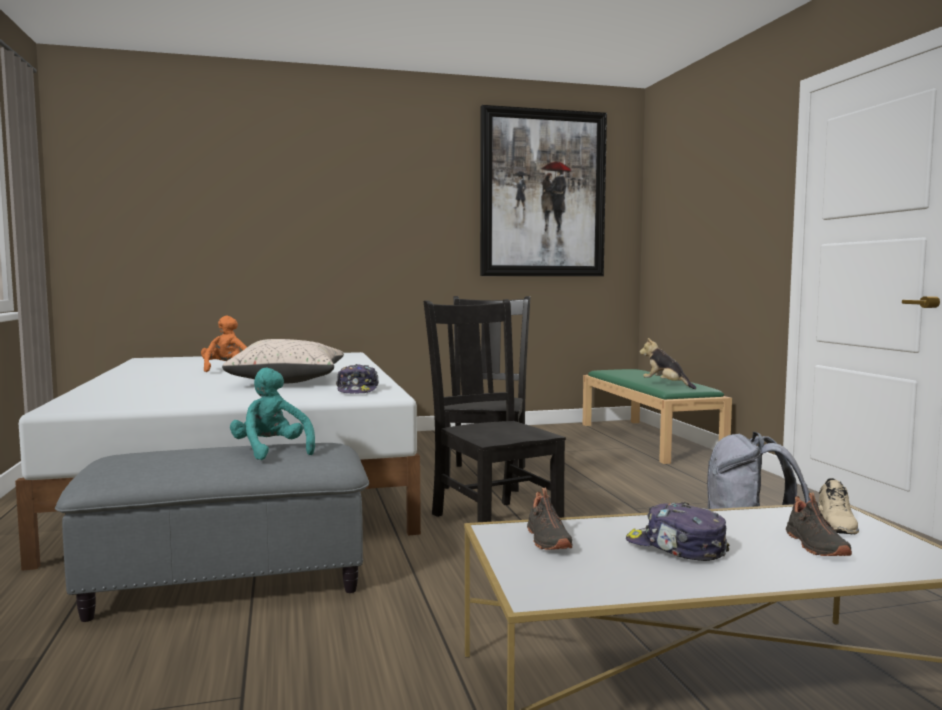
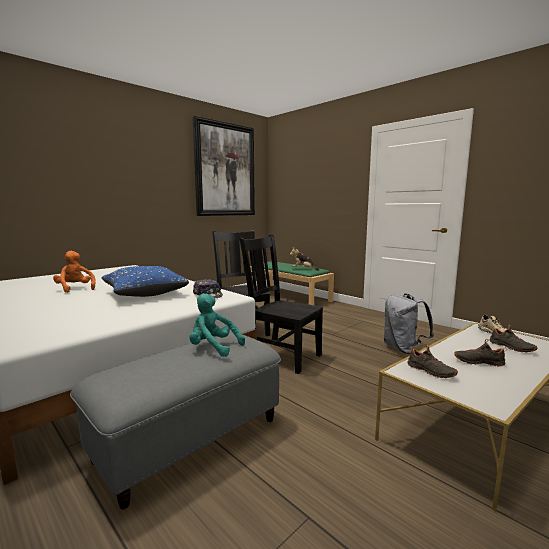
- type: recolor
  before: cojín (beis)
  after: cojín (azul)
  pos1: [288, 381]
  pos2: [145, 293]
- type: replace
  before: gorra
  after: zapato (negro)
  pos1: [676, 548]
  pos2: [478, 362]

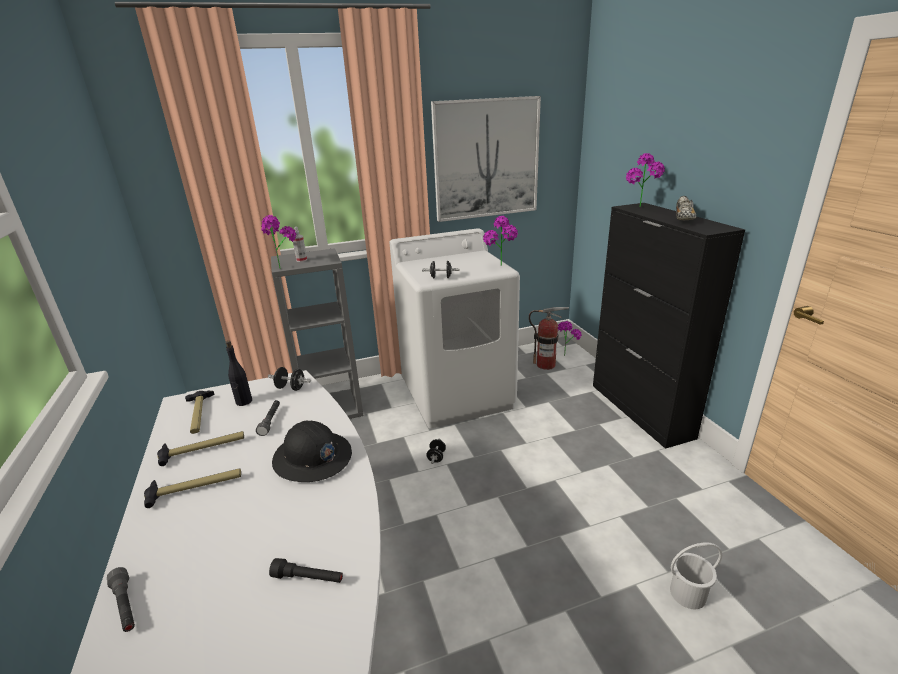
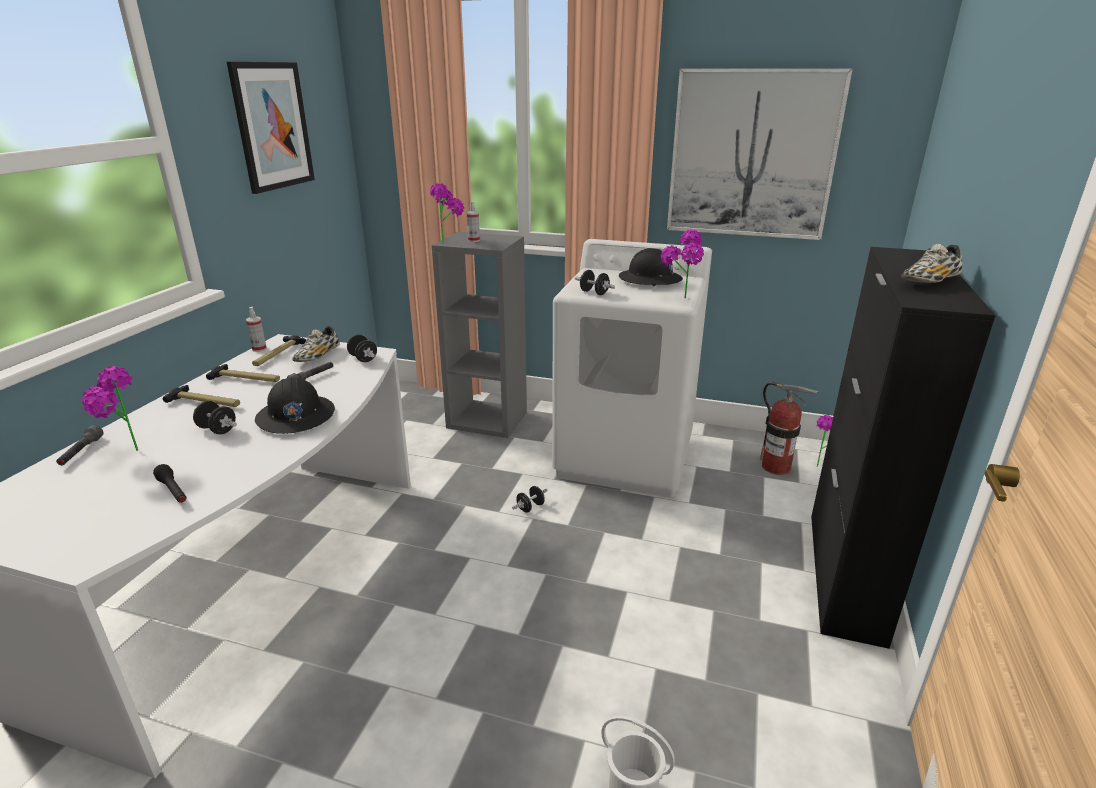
- type: move
  before: planta en maceta
  pos1: [641, 208]
  pos2: [124, 454]
- type: replace
  before: botella (negro)
  after: zapato
  pos1: [244, 402]
  pos2: [318, 356]
- type: insert
  after: cuadro
  pos2: [272, 126]
- type: insert
  after: casco (negro)
  pos2: [650, 279]
- type: insert
  after: pulverizador
  pos2: [259, 349]
- type: insert
  after: mancuerna (negro)
  pos2: [217, 429]

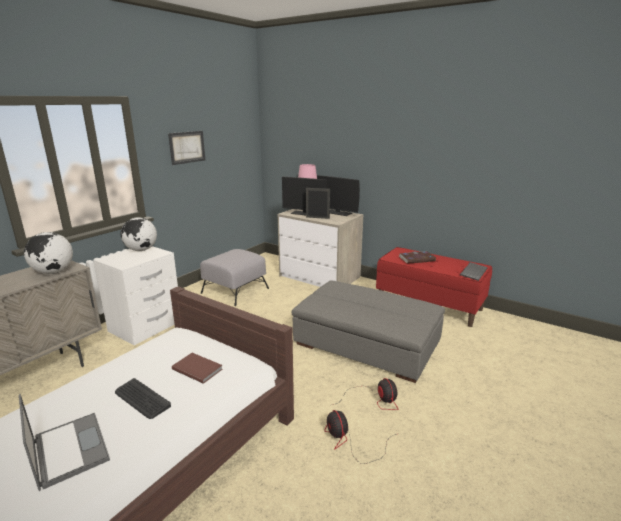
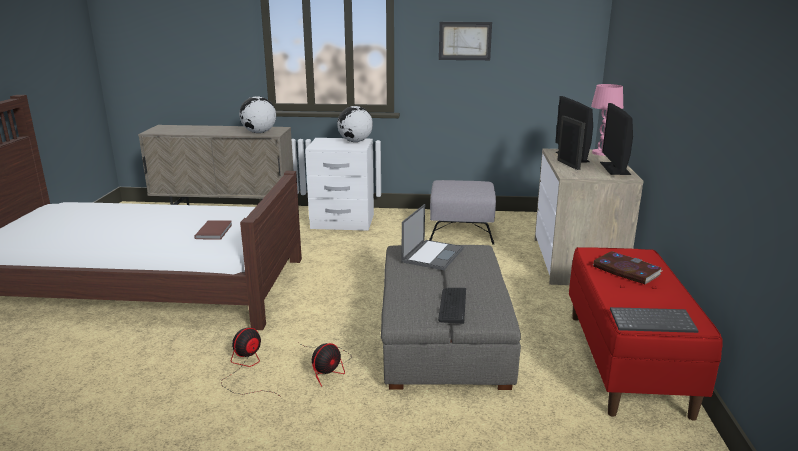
- type: move
  before: teclado
  pos1: [142, 399]
  pos2: [452, 305]
- type: move
  before: portátil
  pos1: [69, 449]
  pos2: [433, 255]

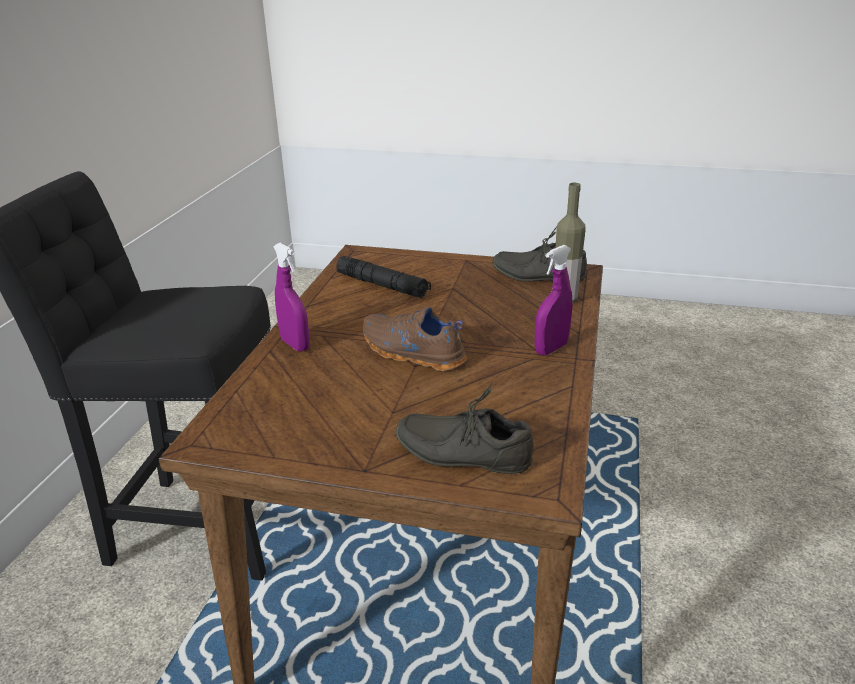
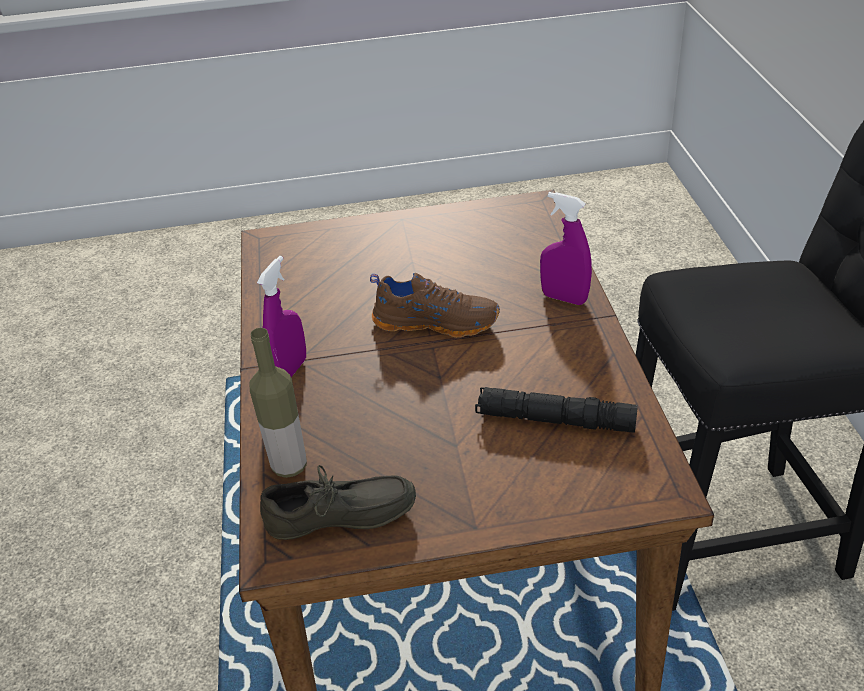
- type: delete
  before: zapato (gris)
  pos1: [464, 451]

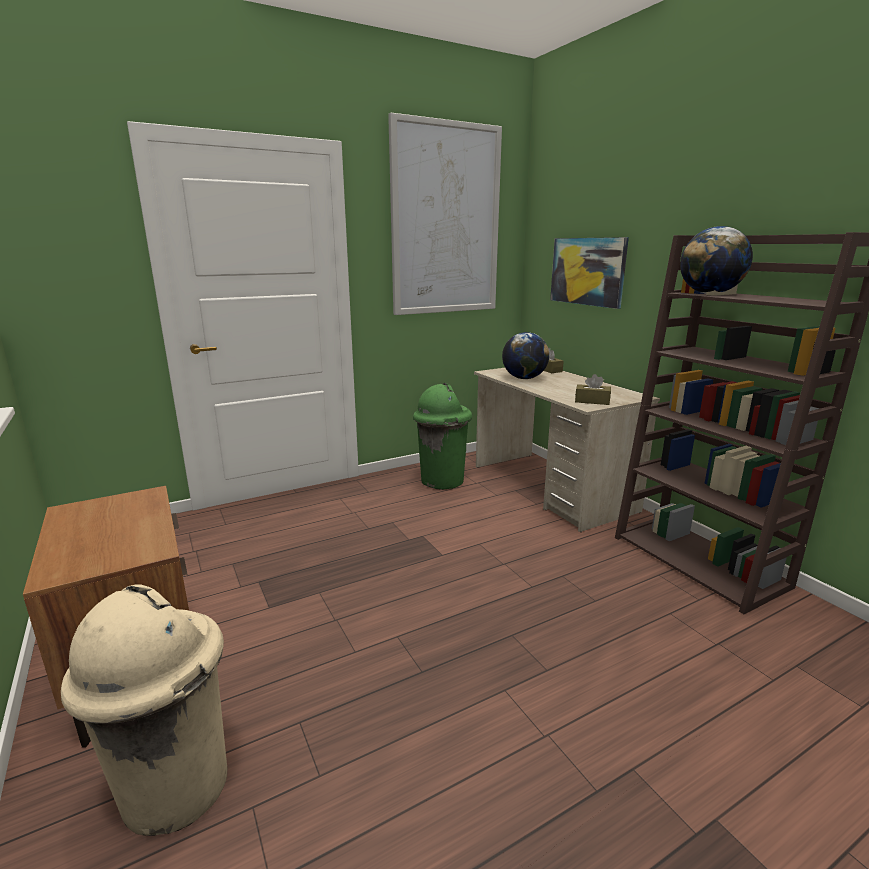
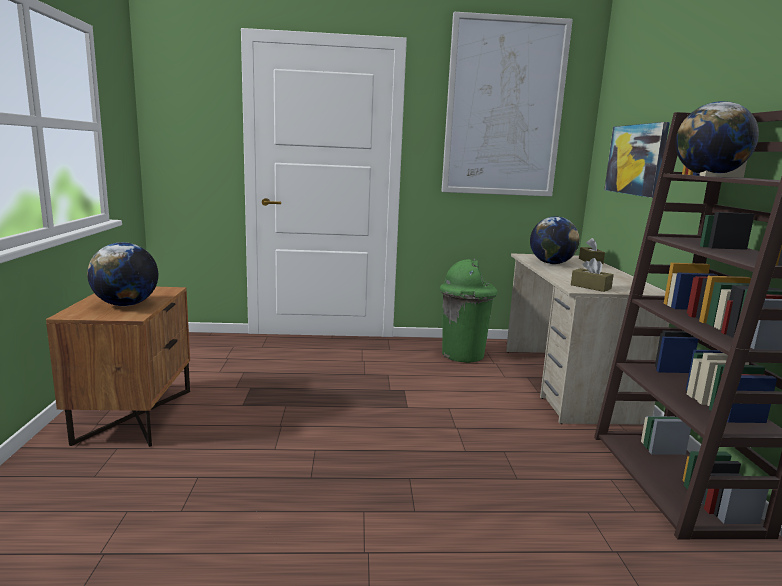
- type: delete
  before: papelera (beis)
  pos1: [174, 786]
- type: insert
  after: globo terráqueo
  pos2: [126, 305]

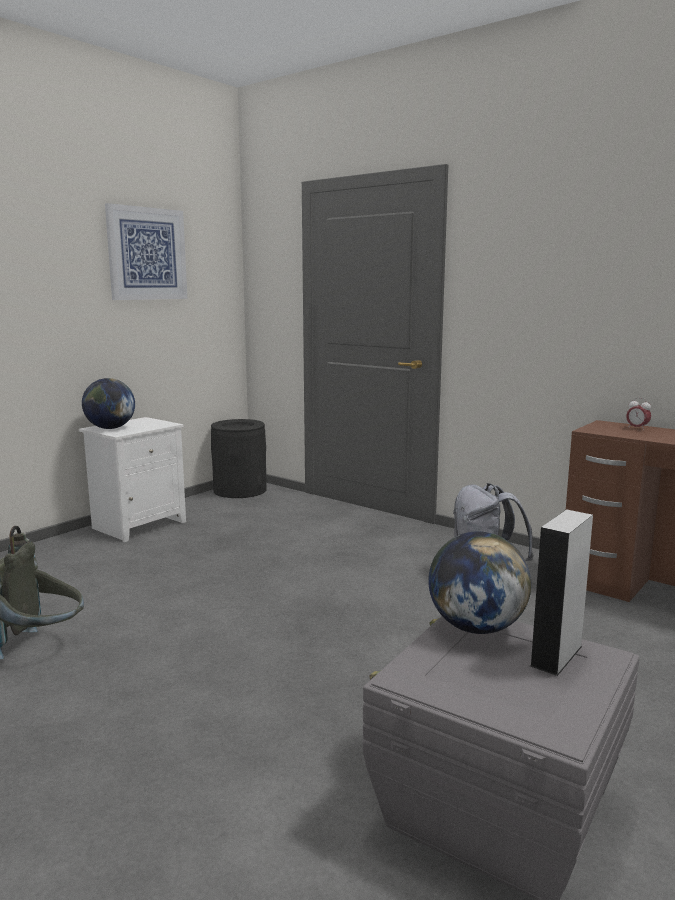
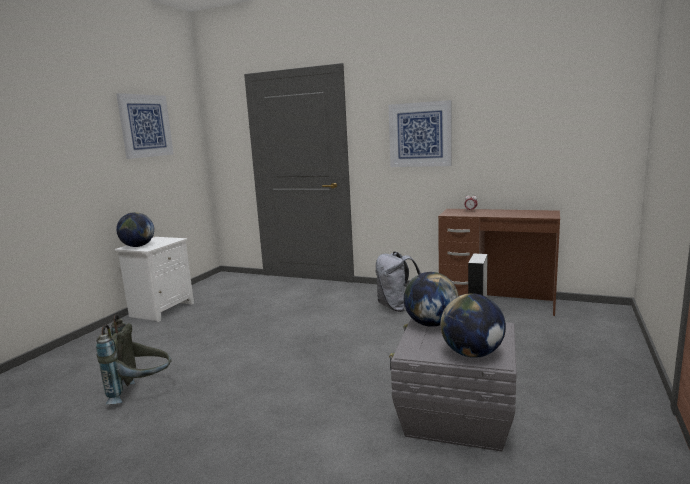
- type: delete
  before: papelera (negro)
  pos1: [240, 490]
- type: insert
  after: cuadro
  pos2: [420, 134]
- type: insert
  after: globo terráqueo
  pos2: [472, 354]

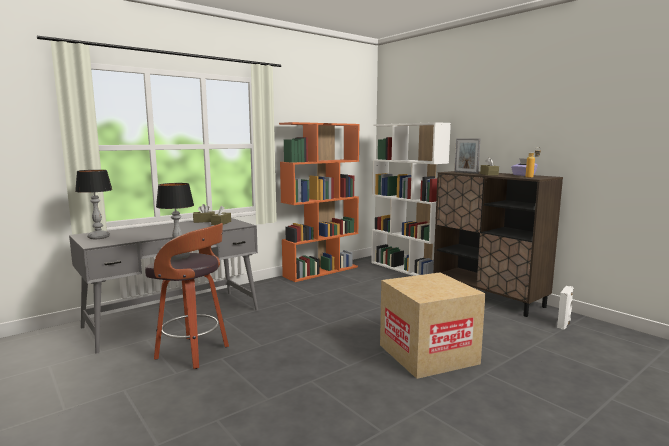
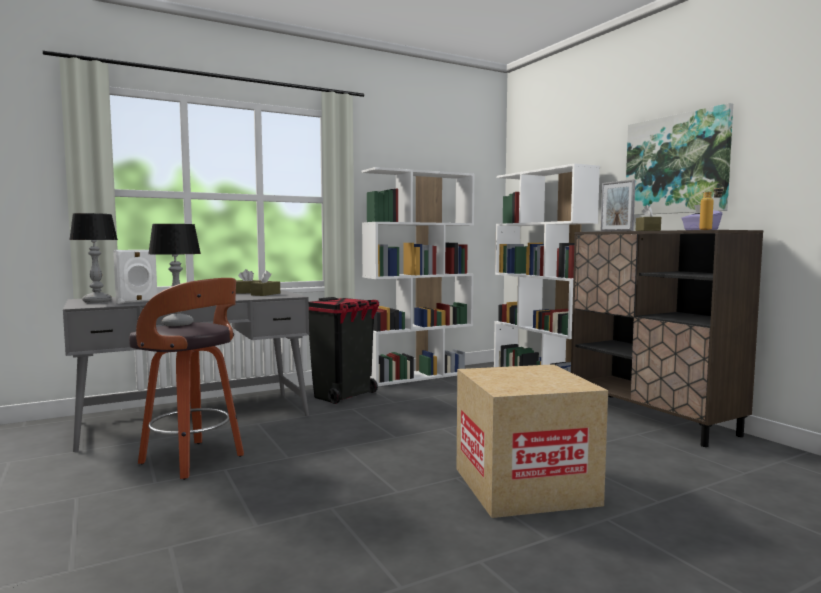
- type: recolor
  before: estantería (naranja)
  after: estantería (blanco)
  pos1: [321, 271]
  pos2: [419, 376]
- type: move
  before: altavoz (blanco)
  pos1: [564, 324]
  pos2: [137, 302]
- type: insert
  after: cuadro
  pos2: [676, 164]
- type: insert
  after: papelera (negro)
  pos2: [343, 396]

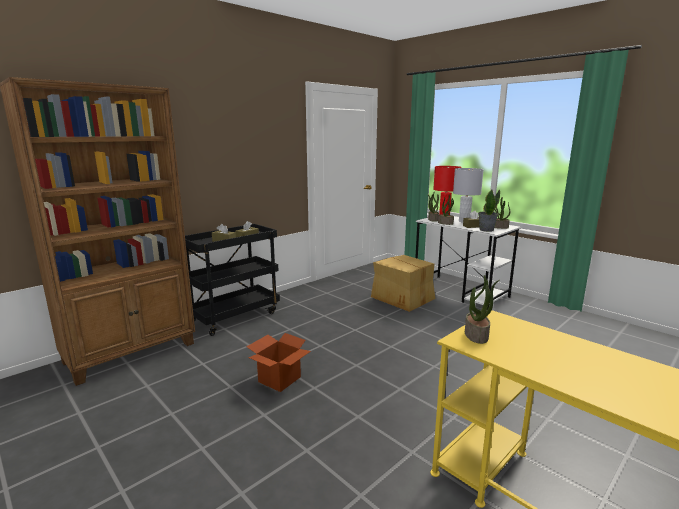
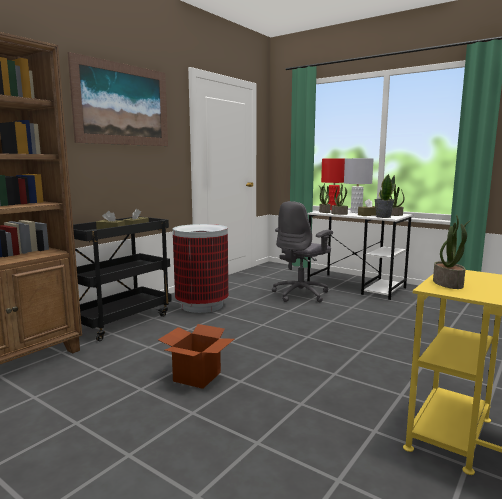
- type: replace
  before: caja de cartón
  after: silla de oficina (gris)
  pos1: [403, 298]
  pos2: [301, 294]
- type: insert
  after: cuadro
  pos2: [123, 104]
- type: insert
  after: papelera
  pos2: [201, 305]

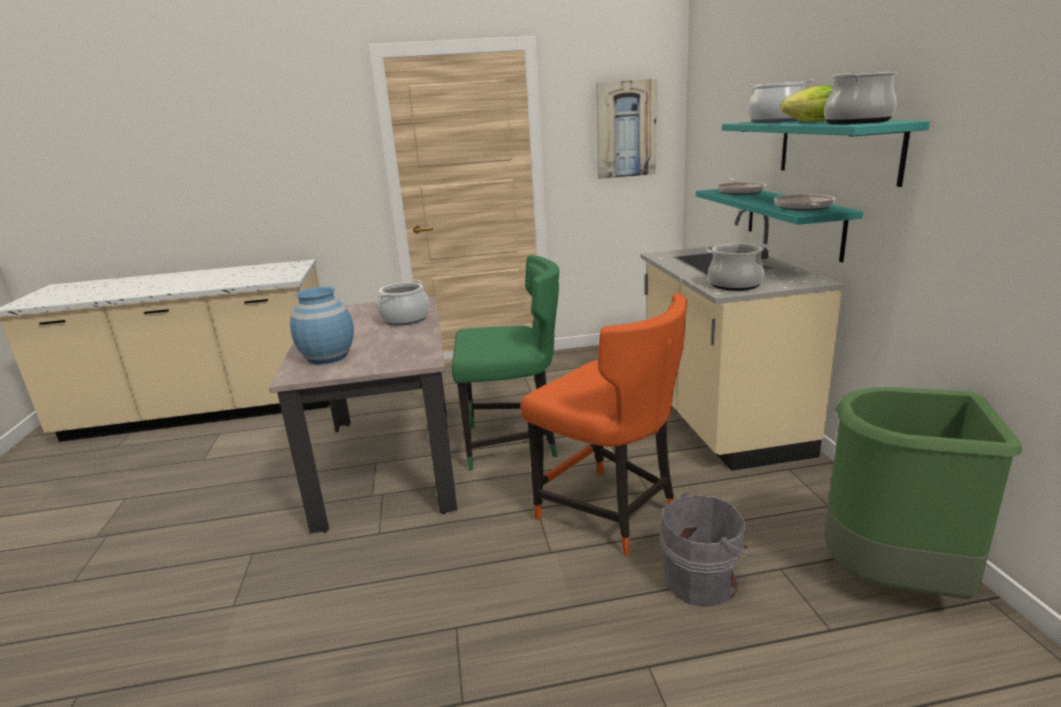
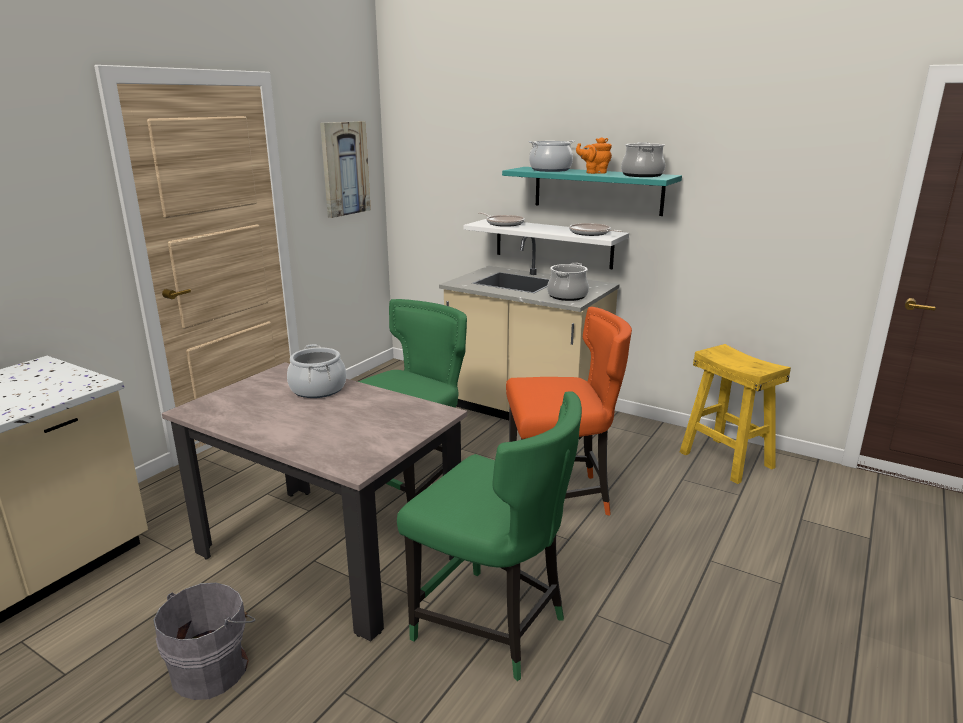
- type: replace
  before: lechuga
  after: tetera (naranja)
  pos1: [811, 122]
  pos2: [594, 172]
- type: recolor
  before: estante (turquesa)
  after: estante (blanco)
  pos1: [793, 221]
  pos2: [553, 243]
- type: delete
  before: florero (azul)
  pos1: [327, 357]
- type: replace
  before: papelera (verde)
  after: taburete (amarillo)
  pos1: [894, 582]
  pos2: [727, 459]
- type: move
  before: cubo (gris)
  pos1: [703, 580]
  pos2: [213, 667]
- type: insert
  after: silla (verde)
  pos2: [493, 626]

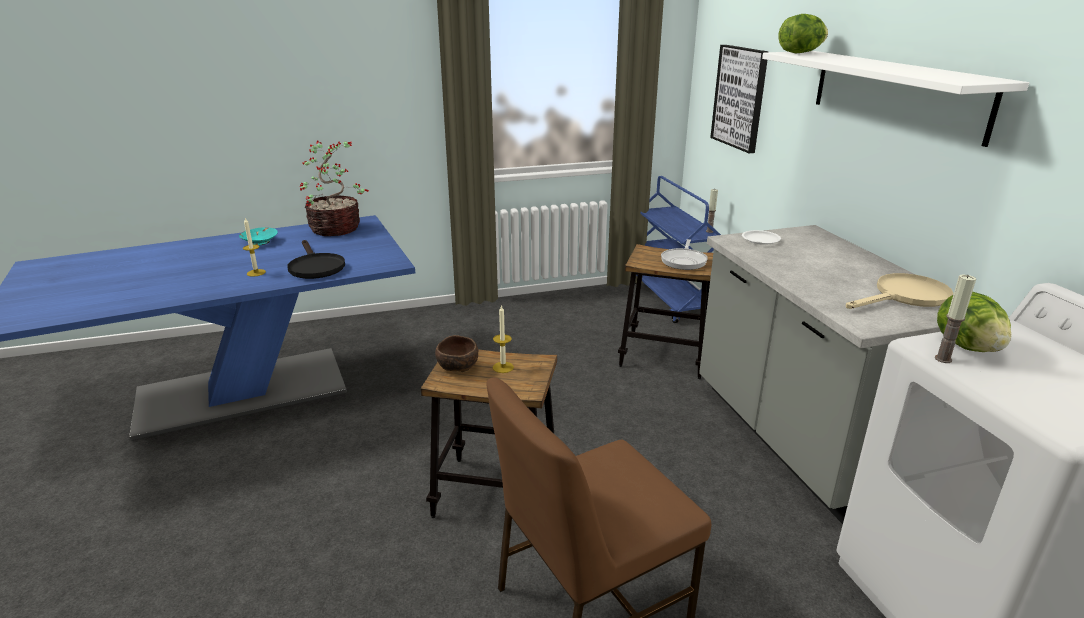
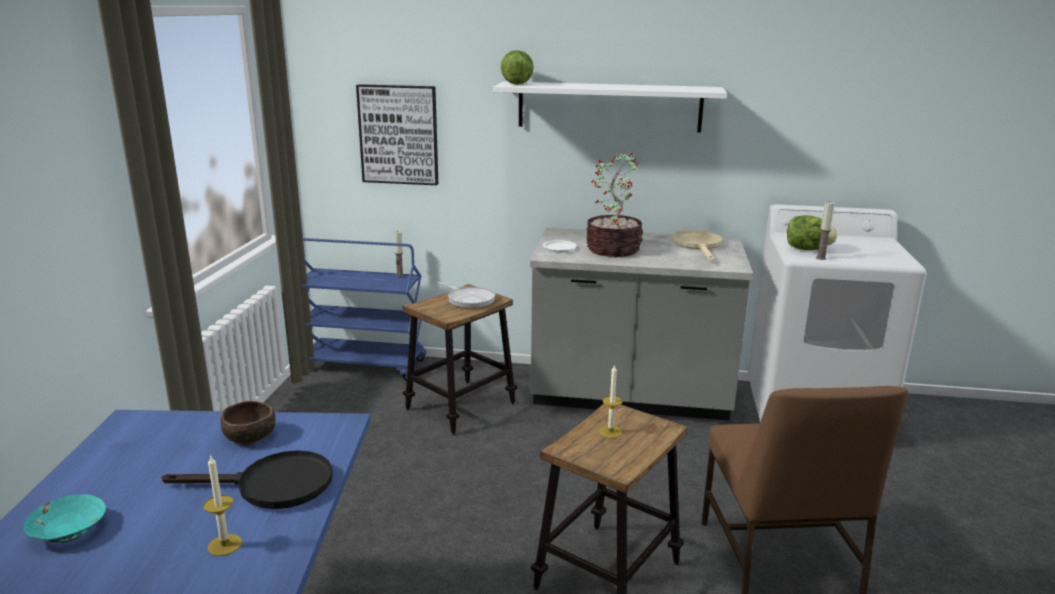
- type: move
  before: planta en maceta
  pos1: [337, 229]
  pos2: [613, 249]
- type: move
  before: cuenco (marrón)
  pos1: [458, 366]
  pos2: [251, 436]

